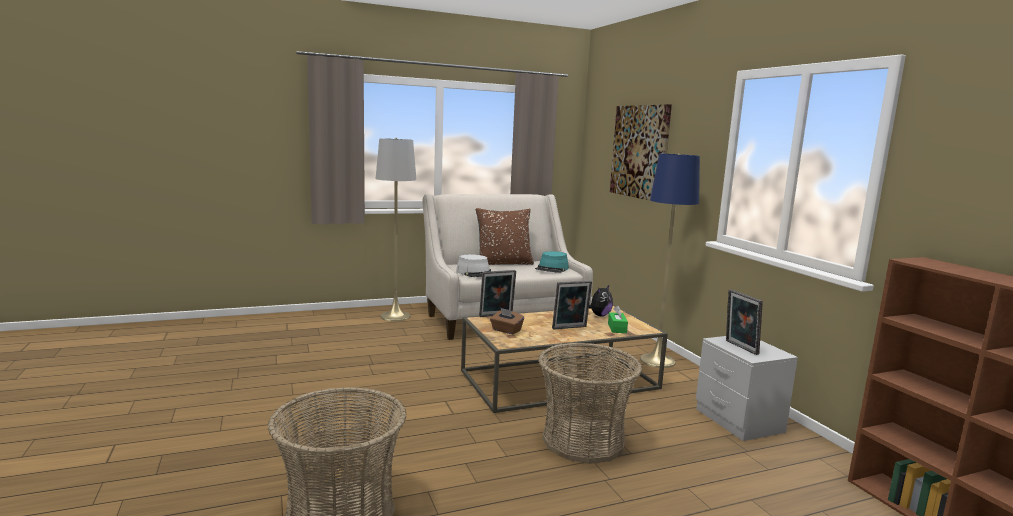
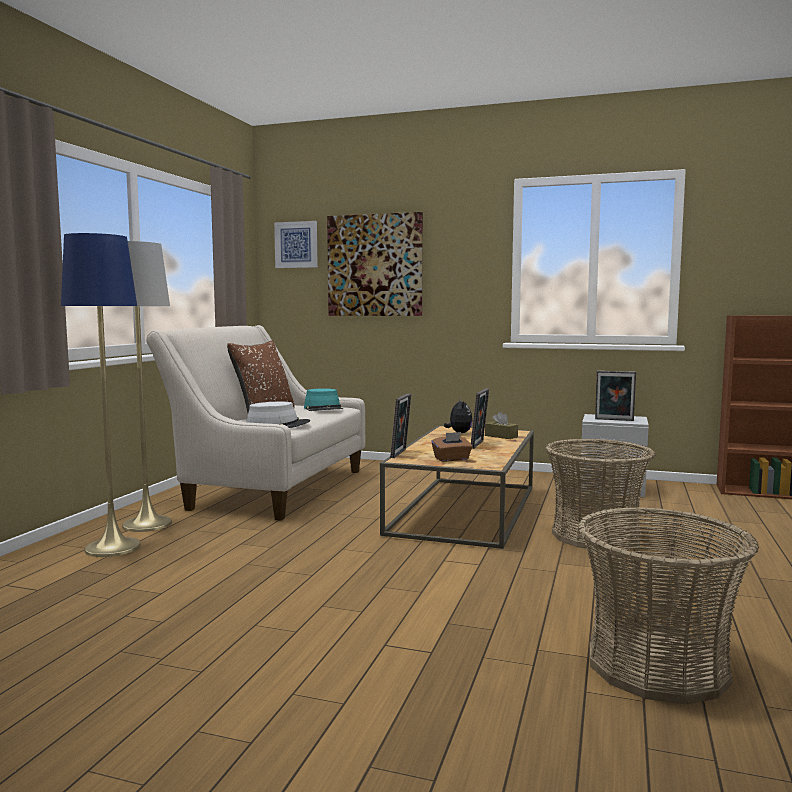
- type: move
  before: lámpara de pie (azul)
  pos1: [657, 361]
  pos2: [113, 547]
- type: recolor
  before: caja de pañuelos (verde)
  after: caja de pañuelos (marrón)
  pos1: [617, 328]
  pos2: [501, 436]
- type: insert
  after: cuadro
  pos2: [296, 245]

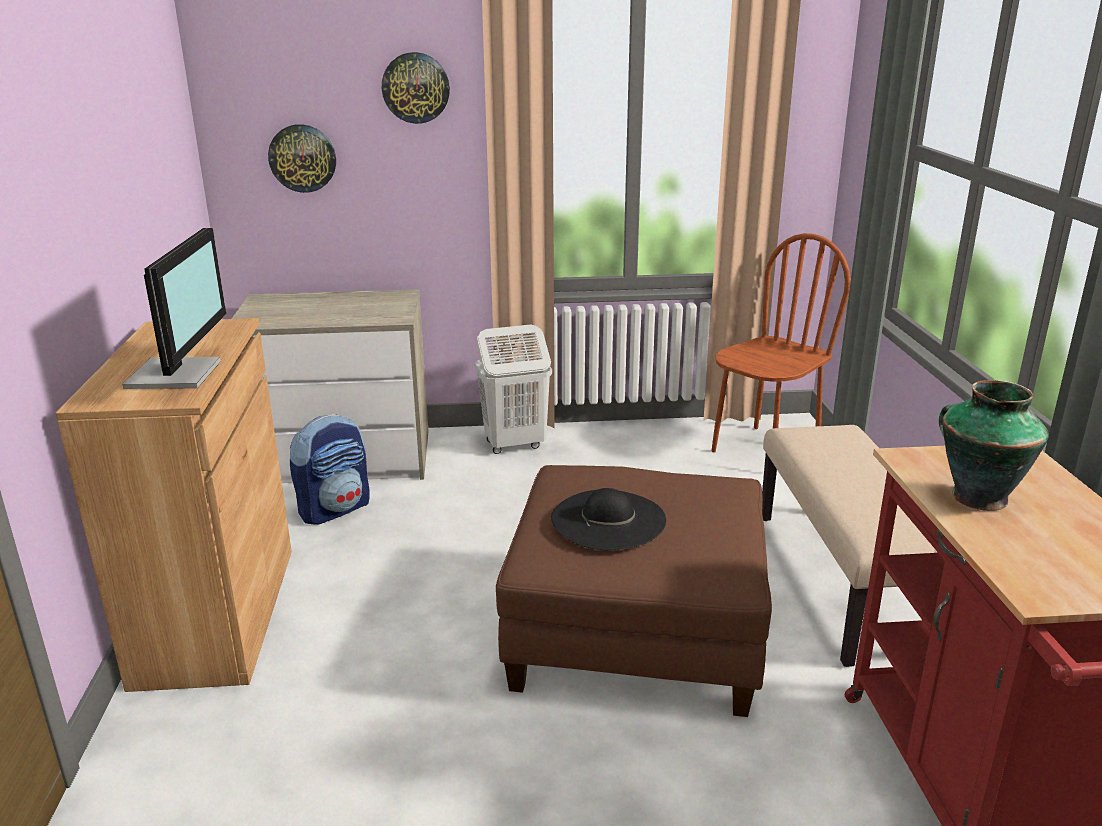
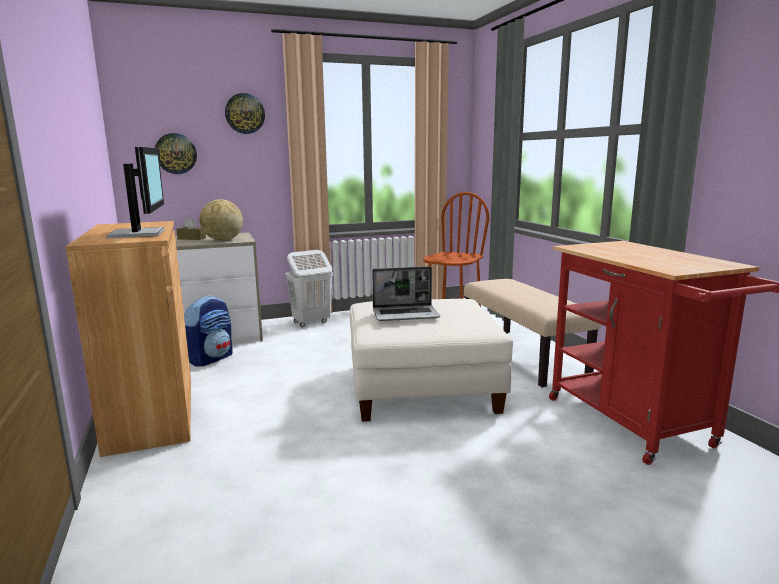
- type: delete
  before: florero
  pos1: [976, 496]
- type: recolor
  before: puf (marrón)
  after: puf (blanco)
  pos1: [636, 629]
  pos2: [422, 387]
- type: replace
  before: sombrero (negro)
  after: portátil
  pos1: [608, 519]
  pos2: [406, 314]
- type: insert
  after: globo terráqueo
  pos2: [222, 240]
- type: insert
  after: caja de pañuelos (marrón)
  pos2: [191, 238]

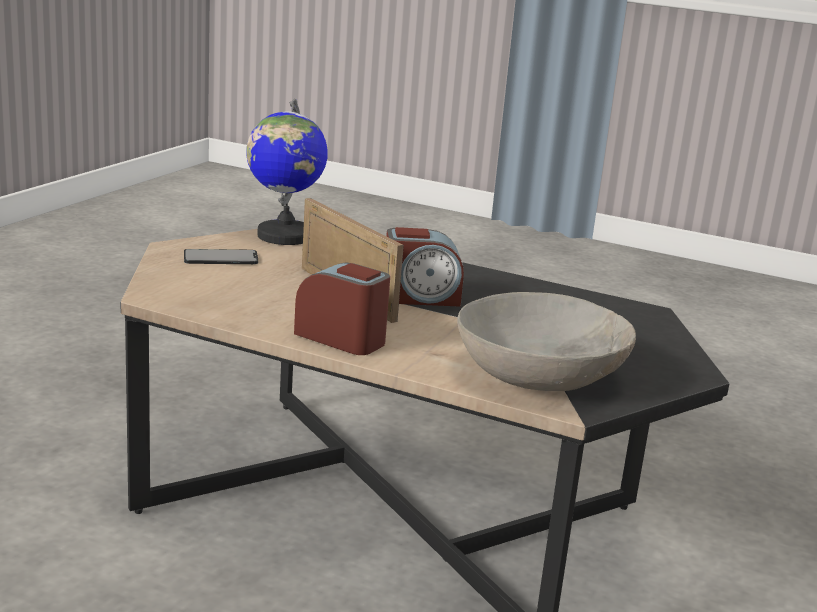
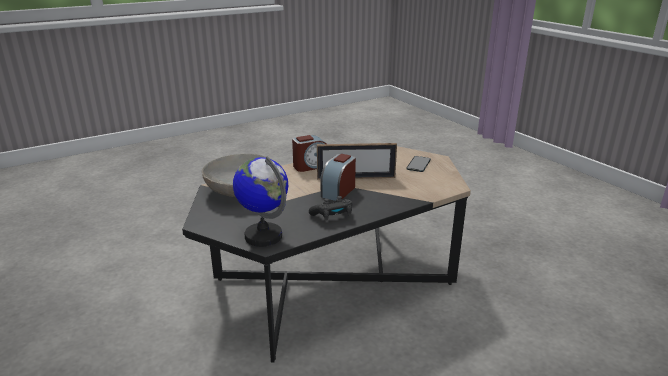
- type: move
  before: globo terráqueo
  pos1: [284, 236]
  pos2: [263, 236]
- type: insert
  after: mando de consola (negro)
  pos2: [333, 216]

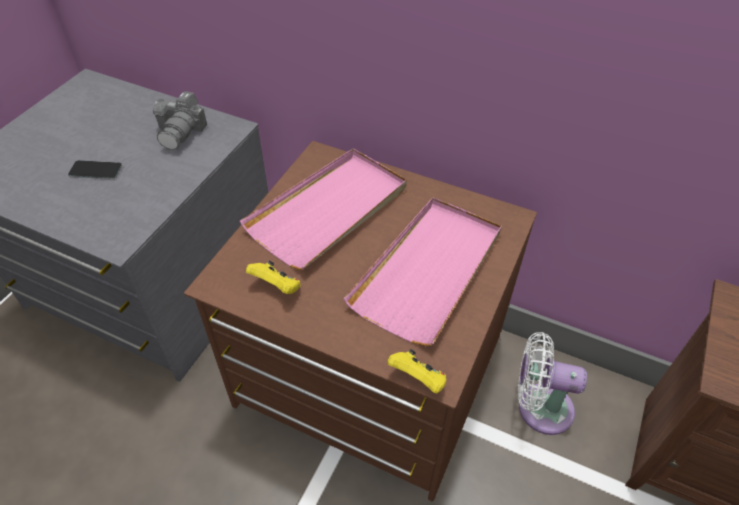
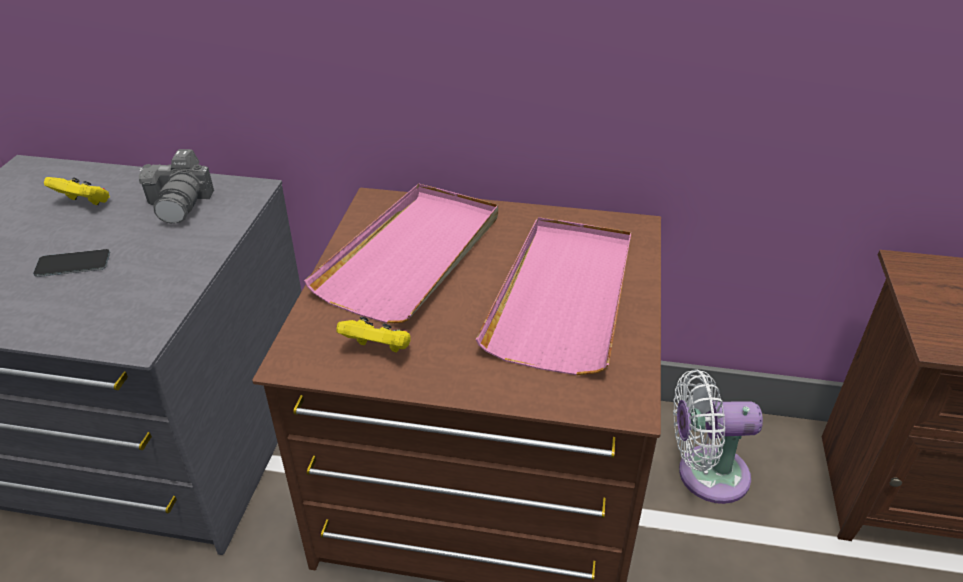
- type: move
  before: mando de consola (amarillo)
  pos1: [418, 379]
  pos2: [84, 203]

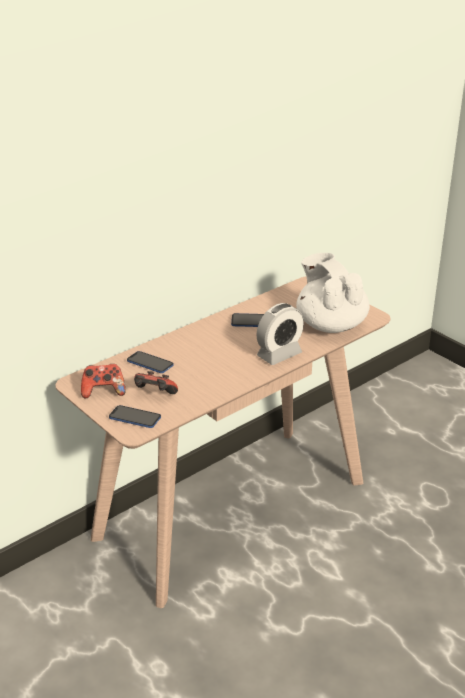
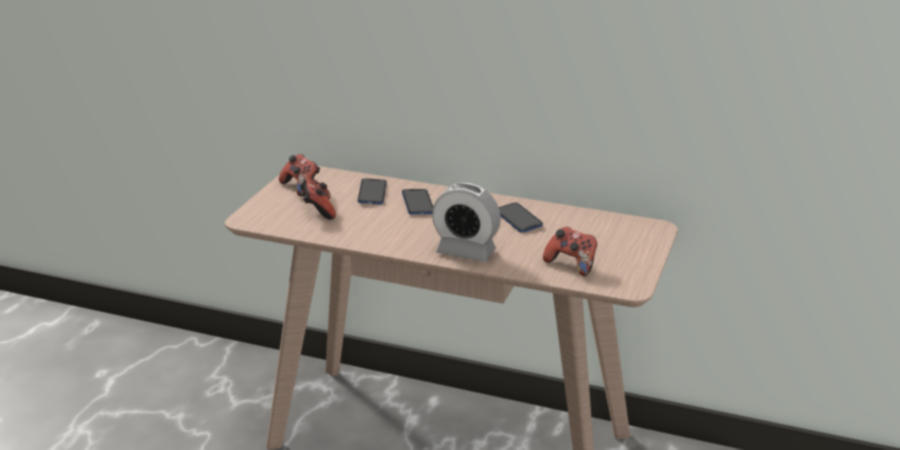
- type: replace
  before: tetera (blanco)
  after: mando de consola
  pos1: [330, 324]
  pos2: [571, 264]
- type: move
  before: móvil
  pos1: [135, 418]
  pos2: [418, 203]

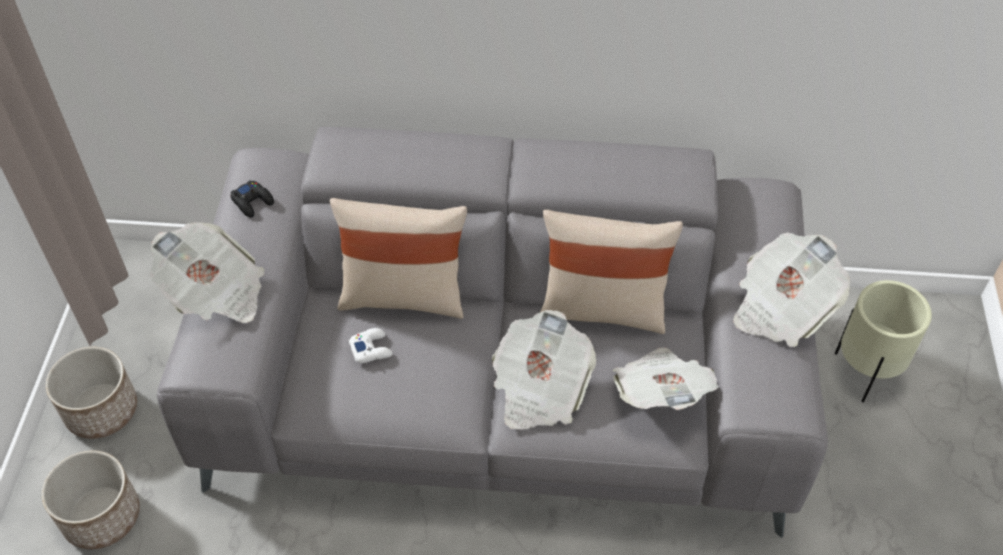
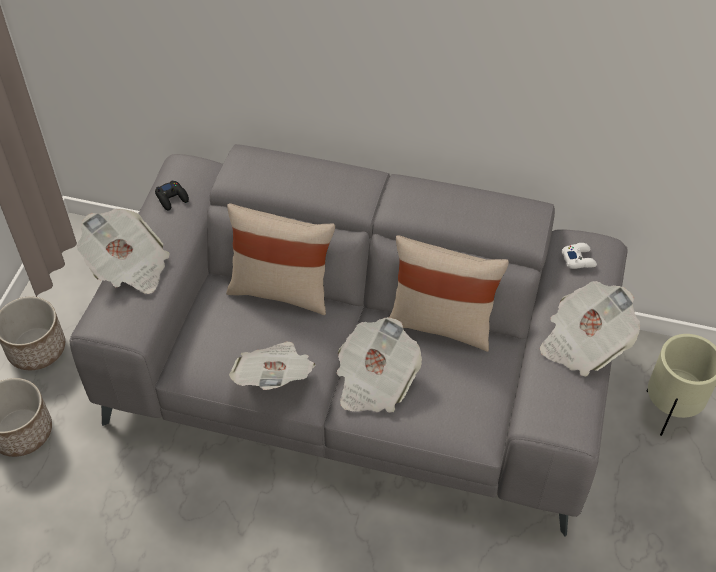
- type: move
  before: mando de consola (blanco)
  pos1: [371, 349]
  pos2: [578, 259]
- type: move
  before: periódico
  pos1: [661, 393]
  pos2: [274, 377]

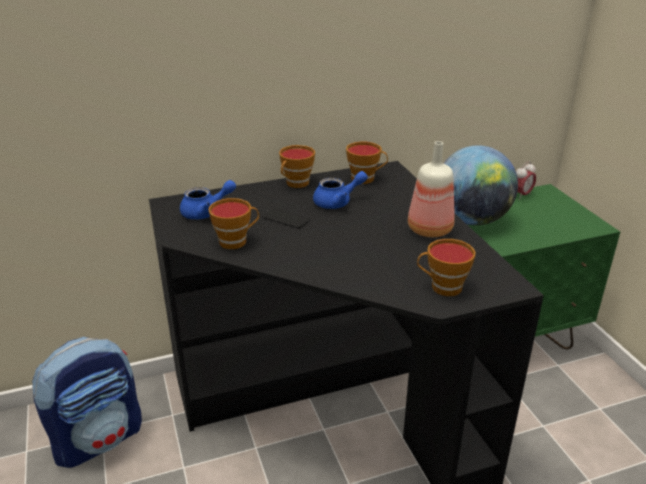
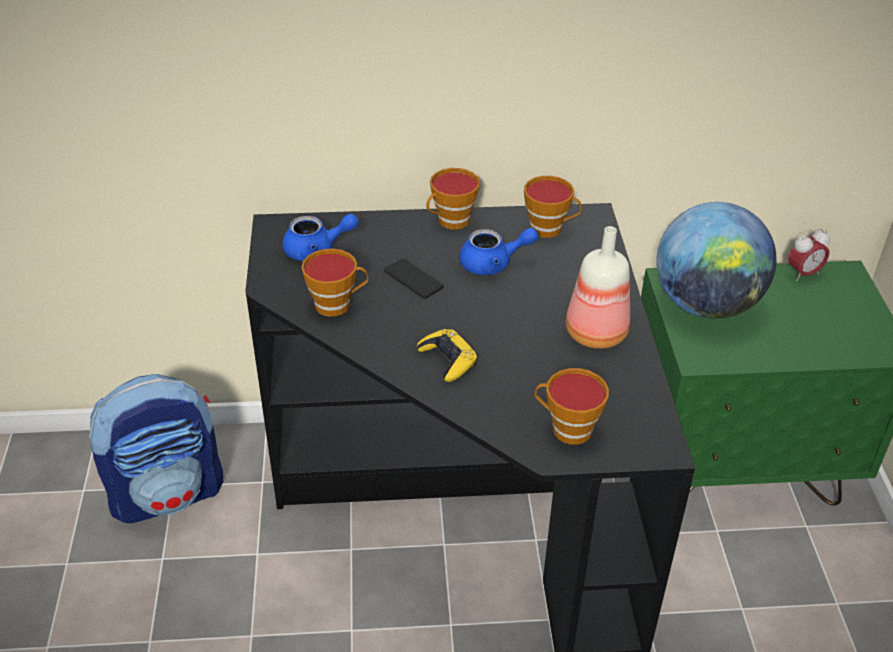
- type: insert
  after: mando de consola (amarillo)
  pos2: [448, 359]

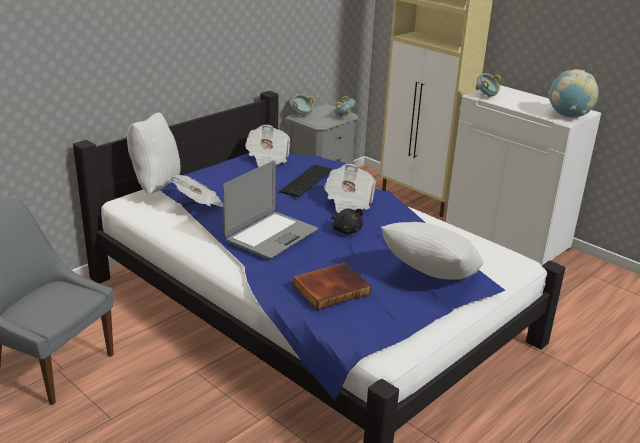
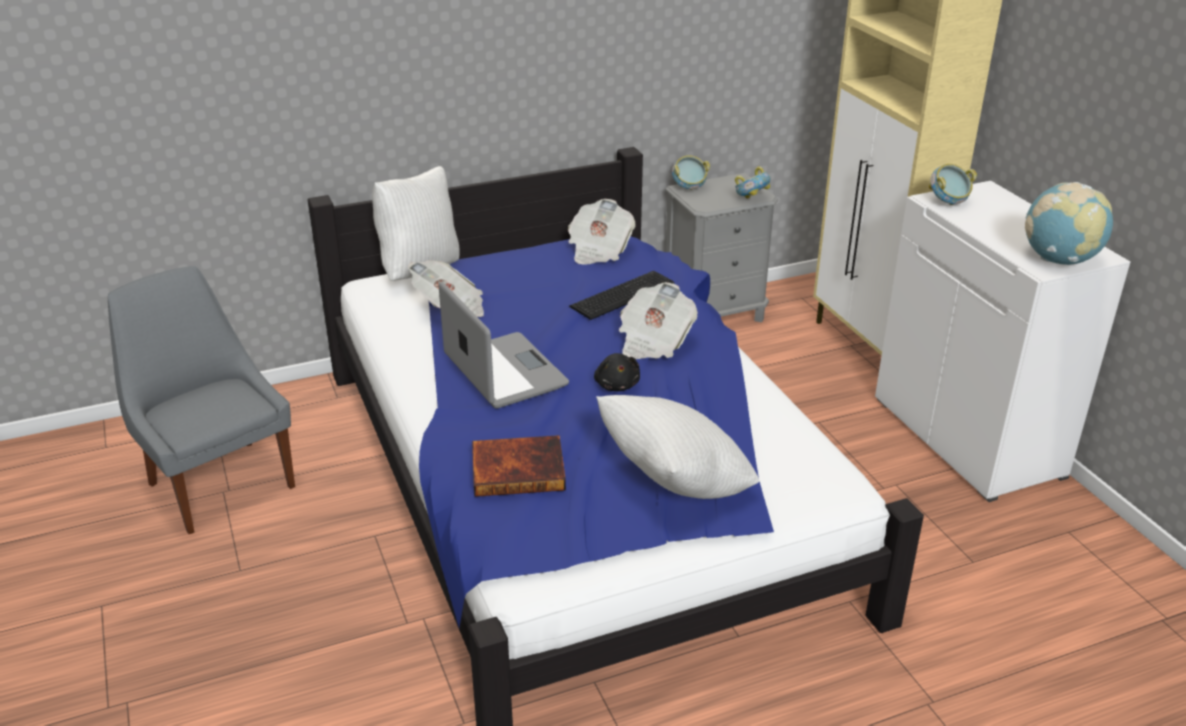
- type: rotate
  before: portátil
  pos1: [271, 235]
  pos2: [504, 372]
  turn: -90

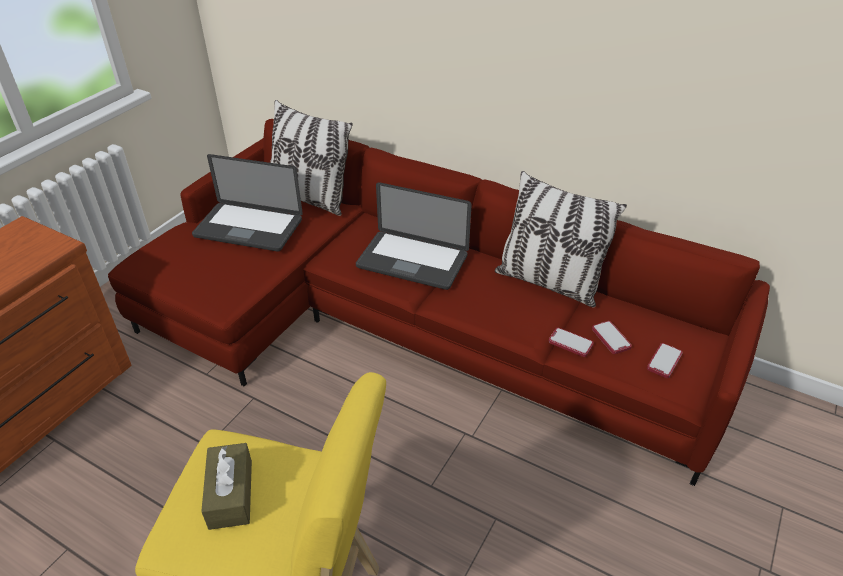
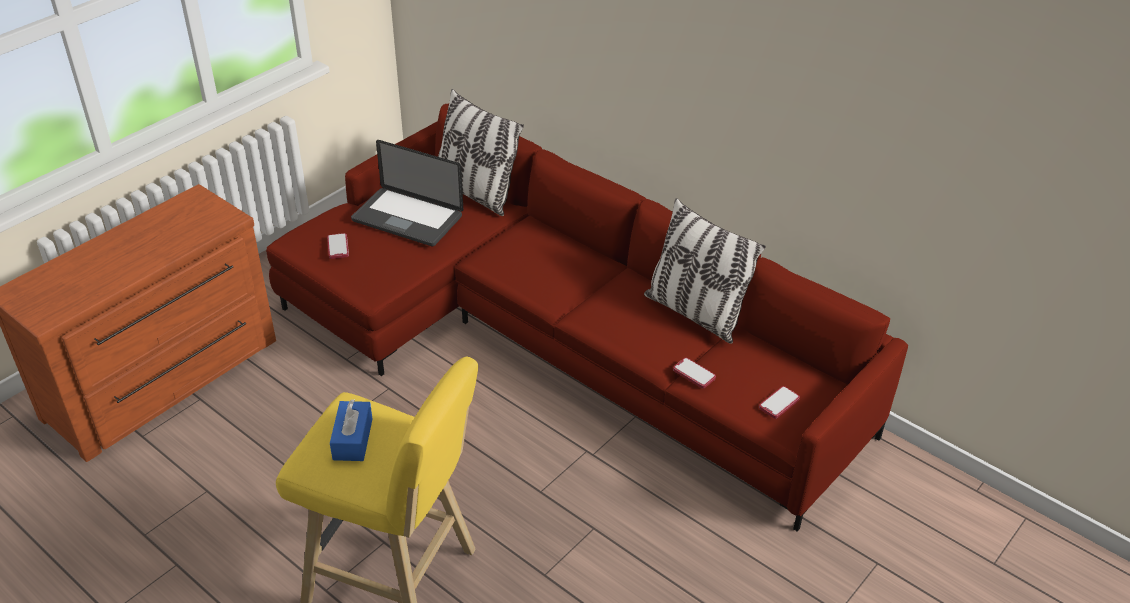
- type: delete
  before: portátil
  pos1: [412, 261]
- type: move
  before: móvil
  pos1: [611, 338]
  pos2: [338, 247]
- type: recolor
  before: caja de pañuelos (marrón)
  after: caja de pañuelos (azul)
  pos1: [231, 494]
  pos2: [352, 439]

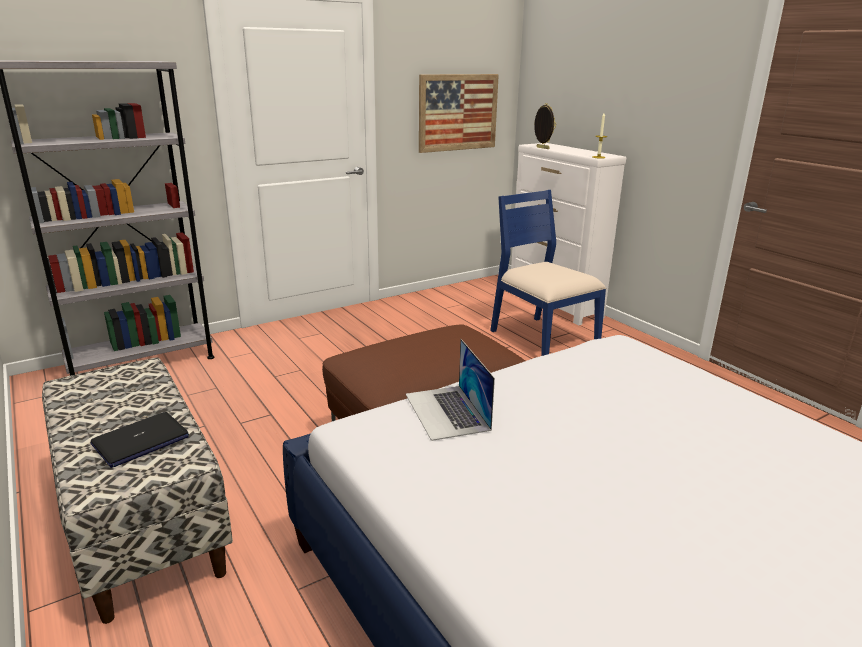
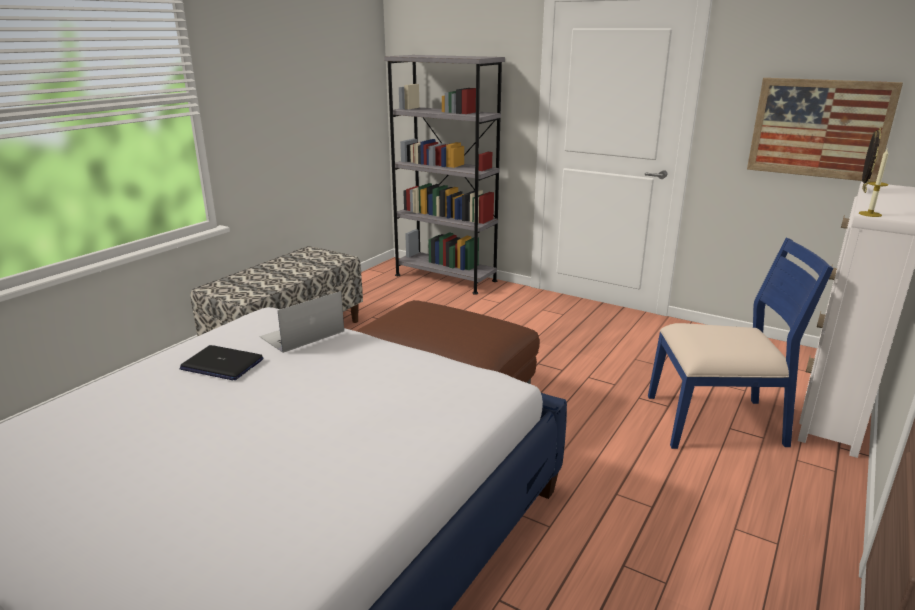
- type: rotate
  before: silla (azul)
  pos1: [541, 338]
  pos2: [716, 421]
  turn: 60
- type: move
  before: portátil
  pos1: [140, 441]
  pos2: [221, 364]

